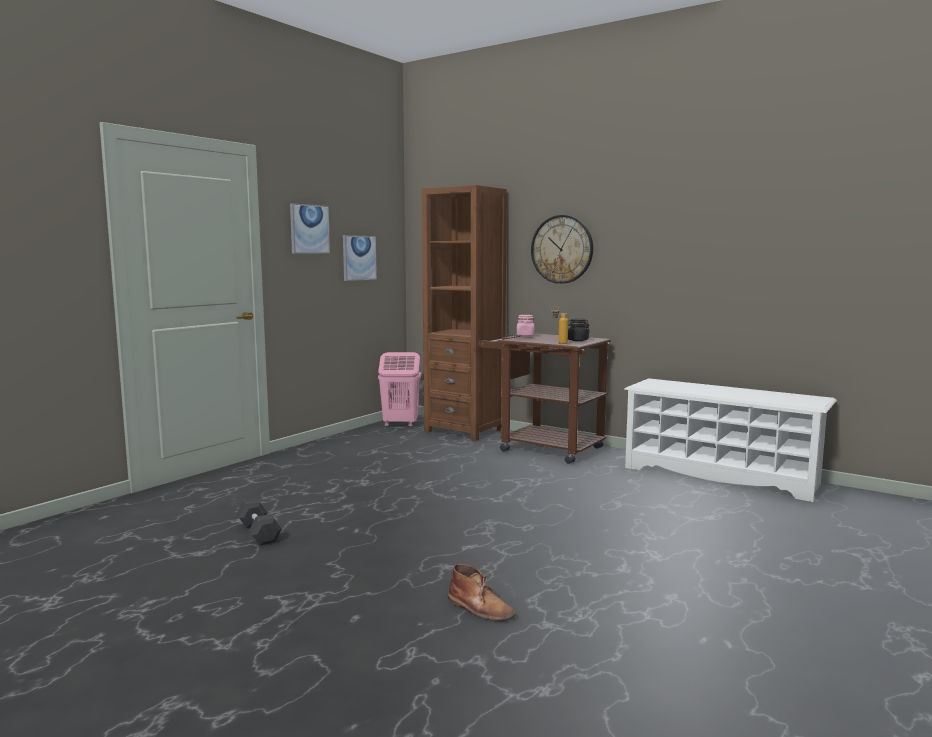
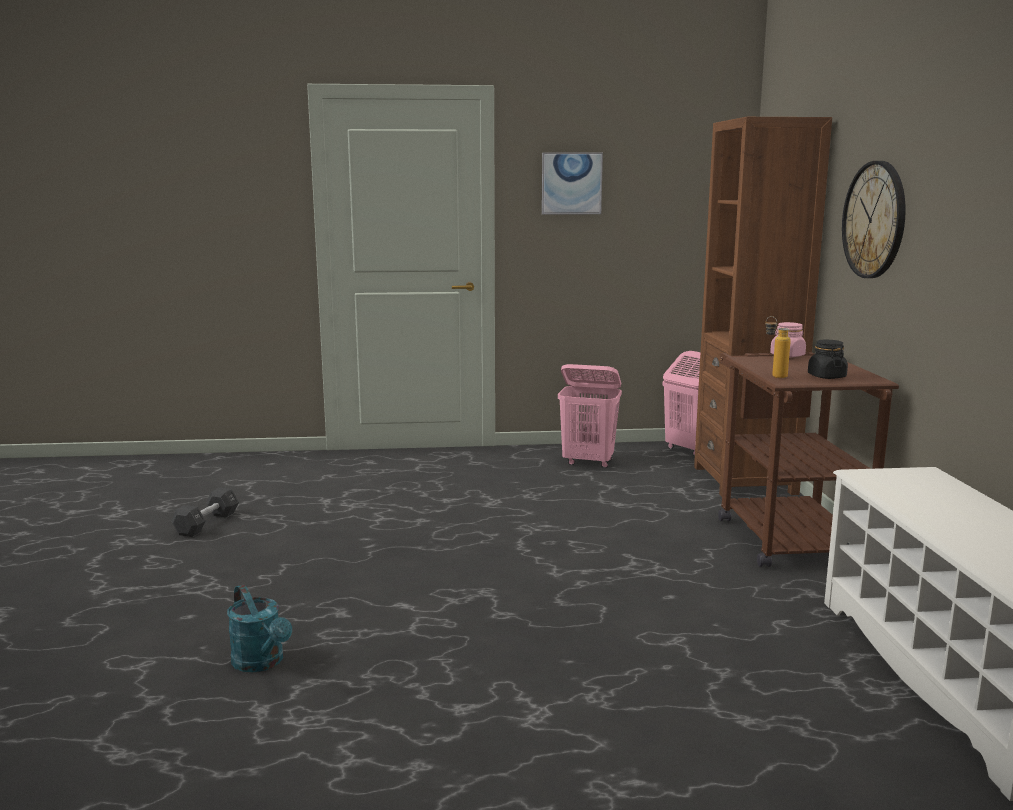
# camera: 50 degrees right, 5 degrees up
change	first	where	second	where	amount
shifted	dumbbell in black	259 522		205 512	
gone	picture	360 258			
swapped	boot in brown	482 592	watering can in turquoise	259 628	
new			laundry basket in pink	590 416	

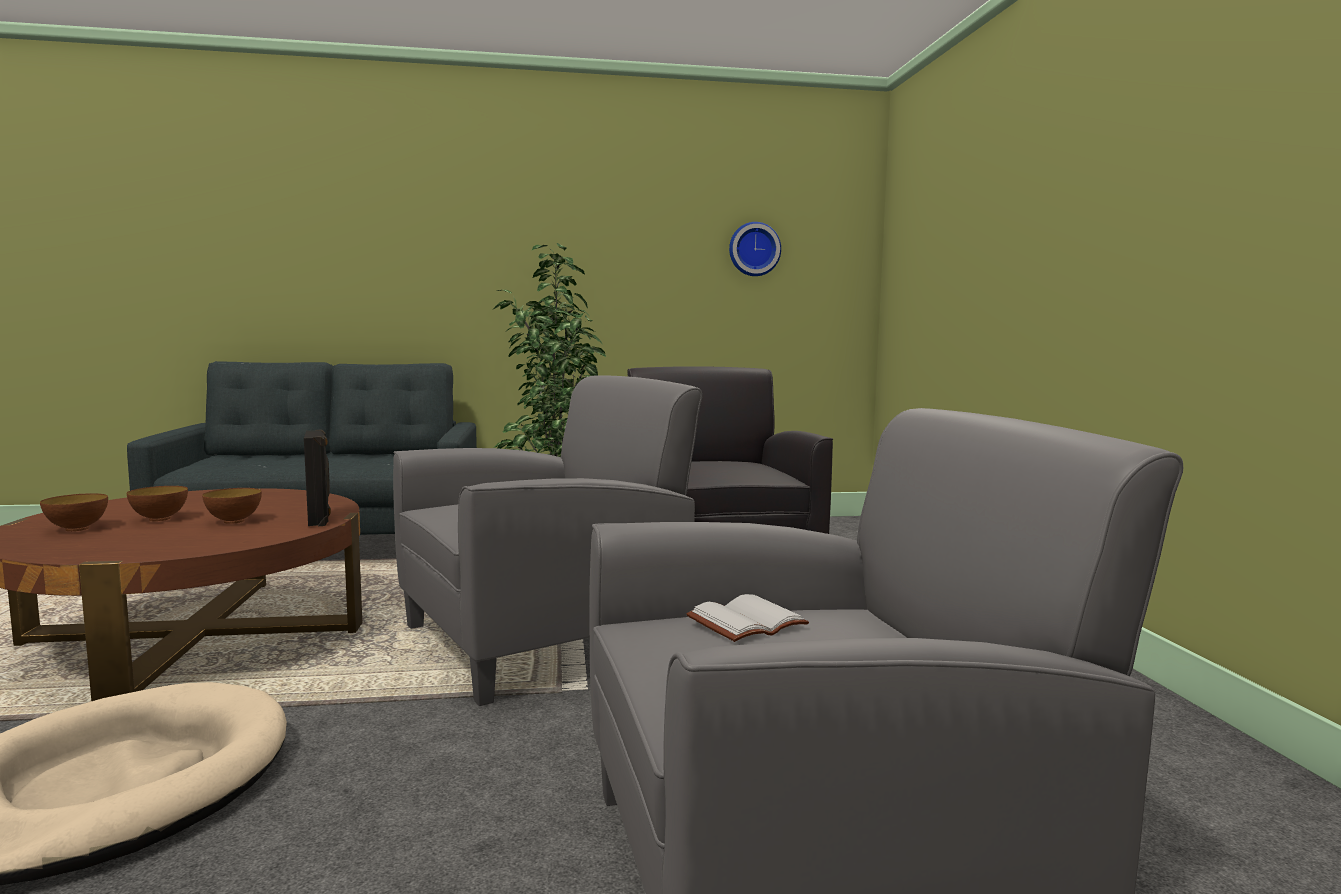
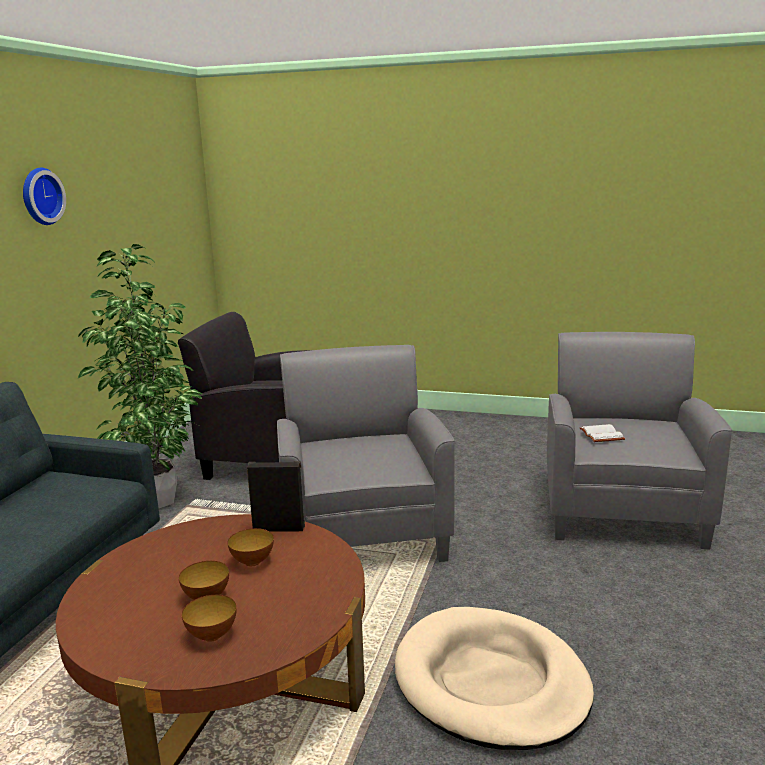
# camera: 65 degrees left, 10 degrees up
change	first	where	second	where	amount
shifted	wall clock	755 249		44 196	

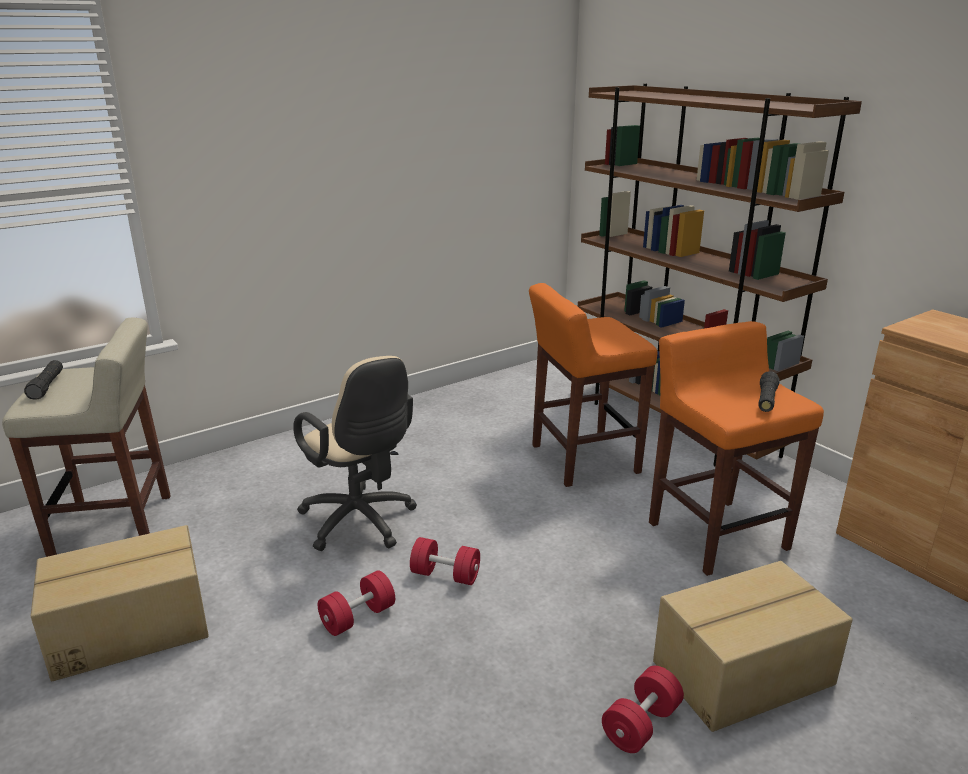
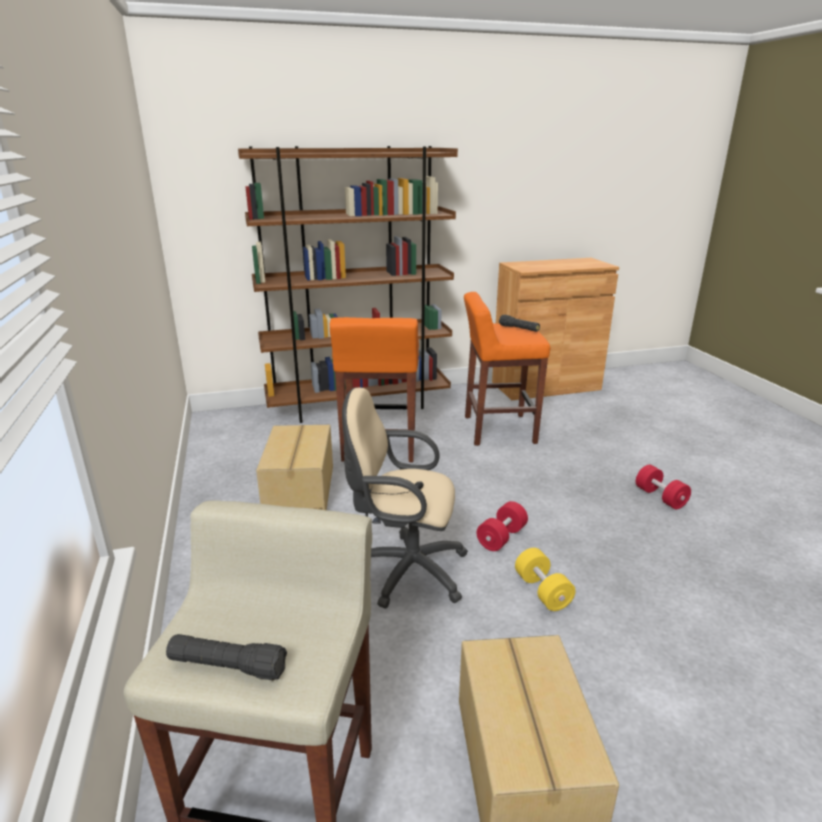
# camera: 70 degrees left, 0 degrees up
change	first	where	second	where	amount
rotated	office chair in beige	355 453		405 498	150 degrees counterclockwise
repainted	dumbbell in red	356 603	dumbbell in yellow	545 579	
shifted	cardboard box	752 646		294 467	

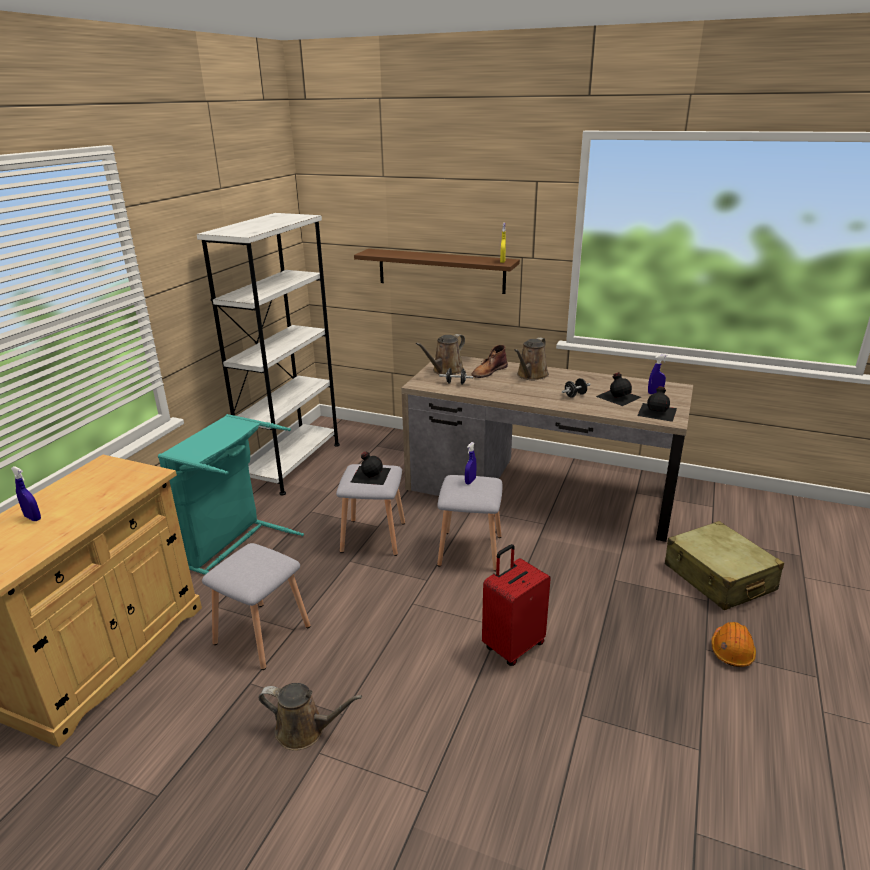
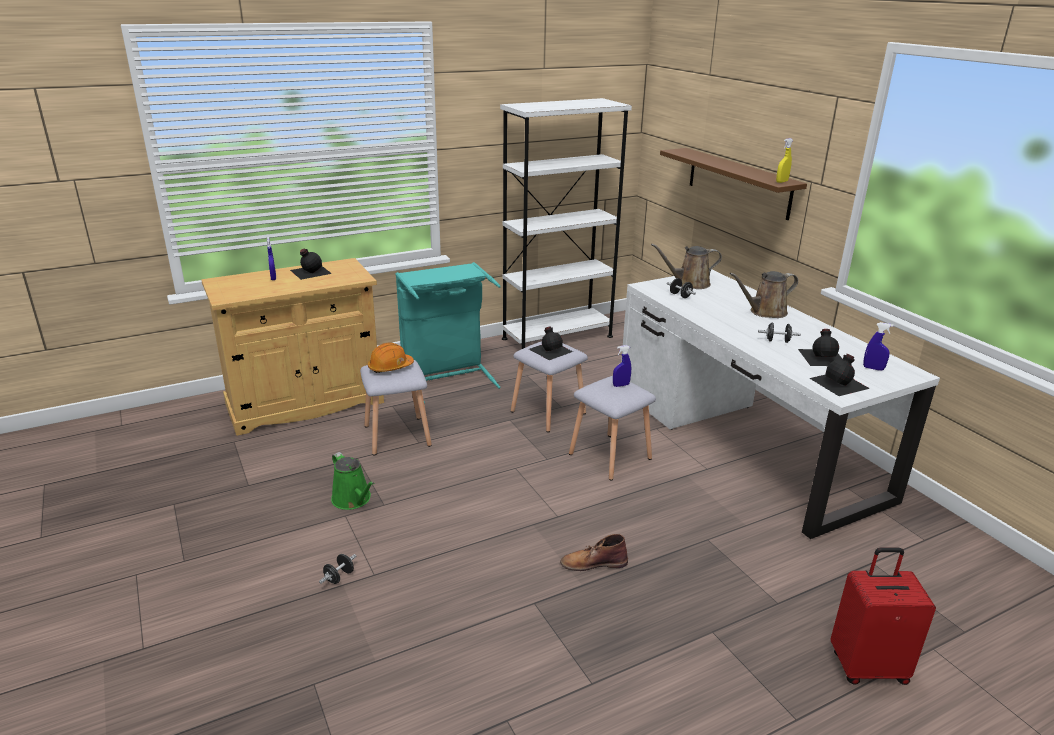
# camera: 40 degrees right, 0 degrees up
change	first	where	second	where	amount
repainted	watering can in brown	310 717	watering can in green	353 481	
repainted	desk in brown	547 449	desk in white	780 404	
shifted	boot in brown	489 361		594 552	
shifted	suitcase in red	516 605		883 616	
gone	suitcase in beige	724 565			
shifted	hard hat in orange	733 644		391 358	
new			bottle in black	311 264	
new			dumbbell in black	337 569	

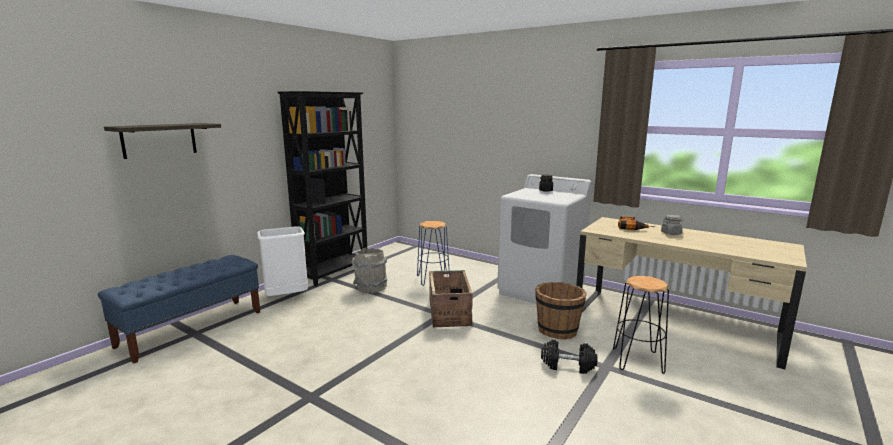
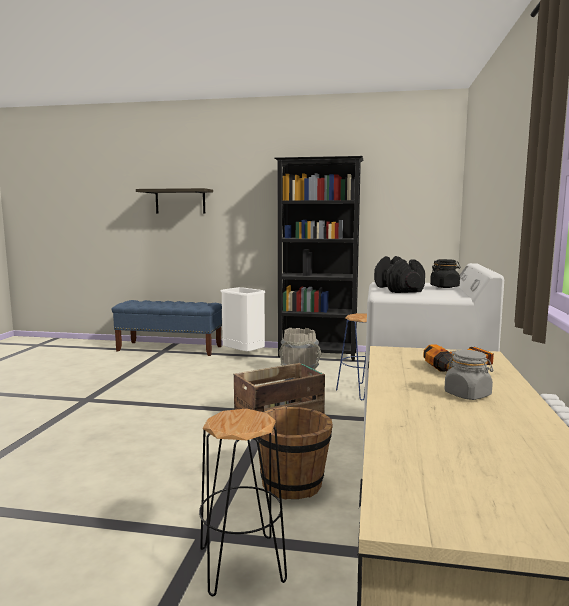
# camera: 65 degrees right, 5 degrees down
change	first	where	second	where	amount
shifted	dumbbell in black	569 356		399 274	

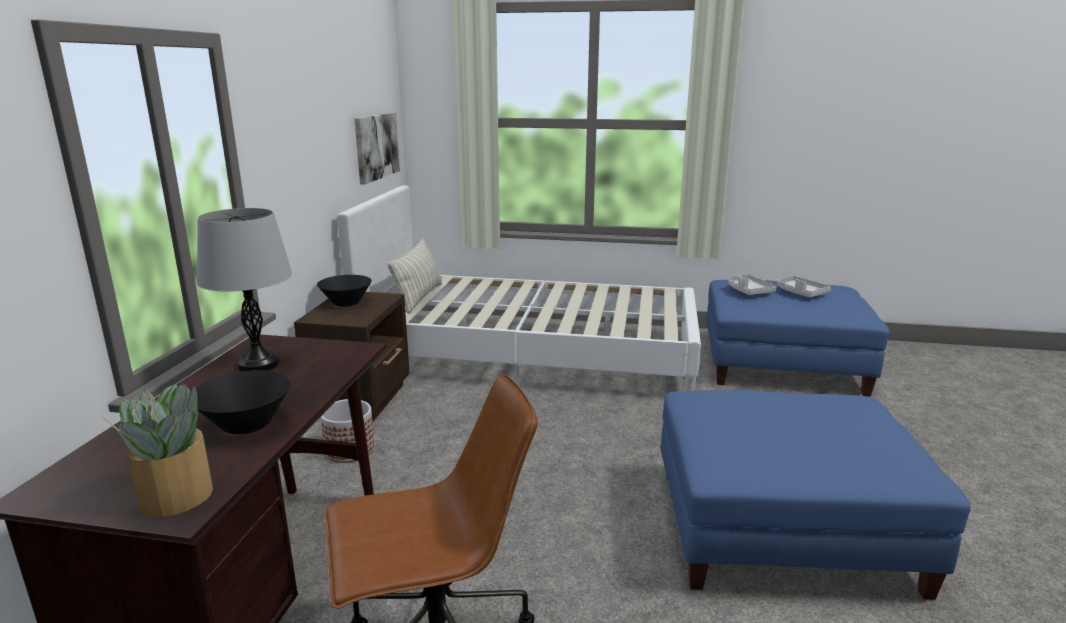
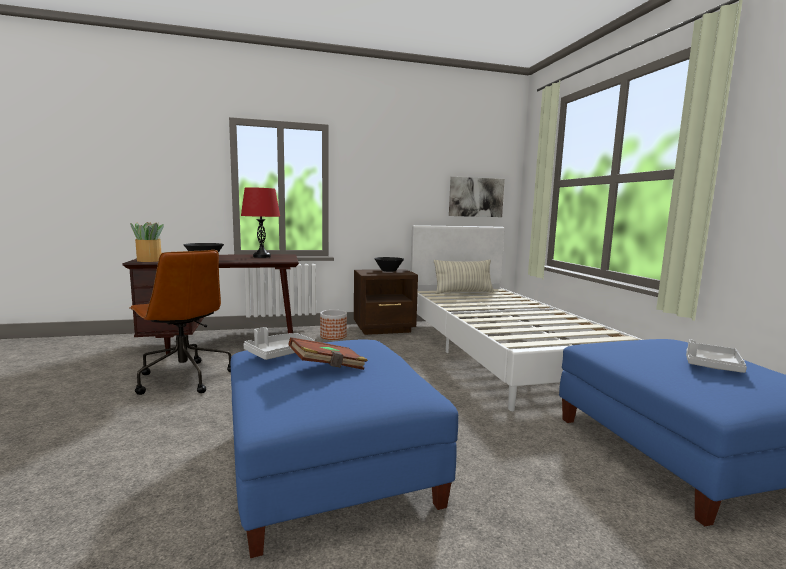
# camera: 65 degrees right, 10 degrees down
change	first	where	second	where	amount
repainted	table lamp in grey	244 289	table lamp in red	260 222	
shifted	tray in grey	752 284		279 343	
new			book in brown	328 353	

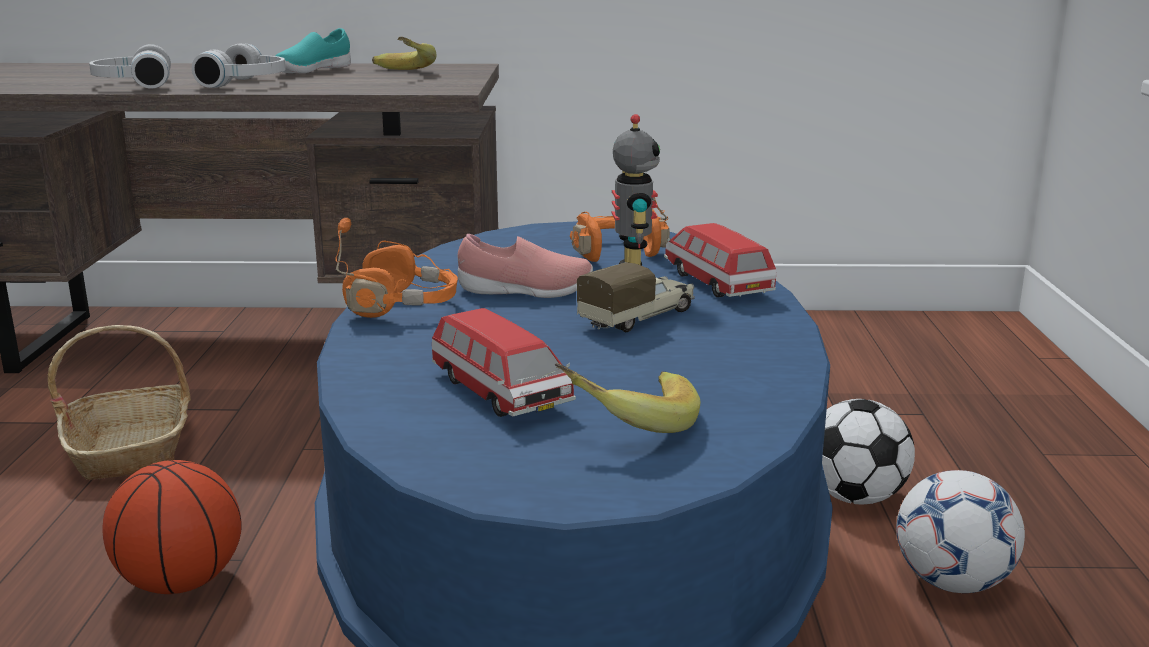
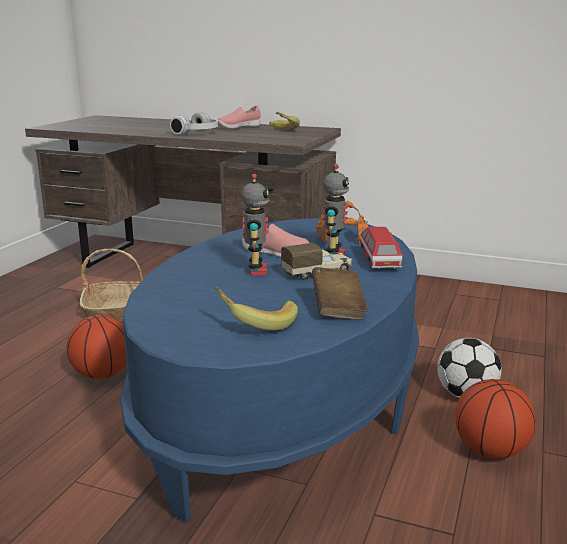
# camera: 20 degrees right, 0 degrees up
change	first	where	second	where	amount
gone	headphones in white	130 66			
repainted	shoe in turquoise	313 50	shoe in pink	239 117	
gone	headphones in orange	397 268			
gone	toy car	504 362			
swapped	football	960 531	basketball	495 419	
new			toy robot	255 224	
new			book in brown	339 293	

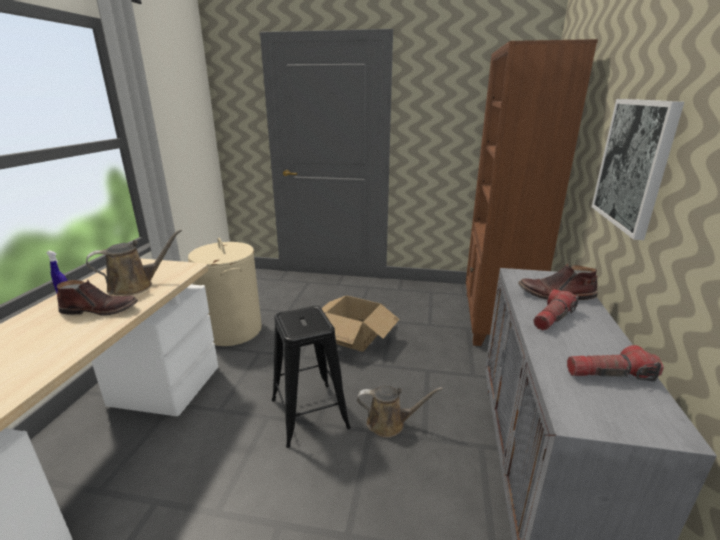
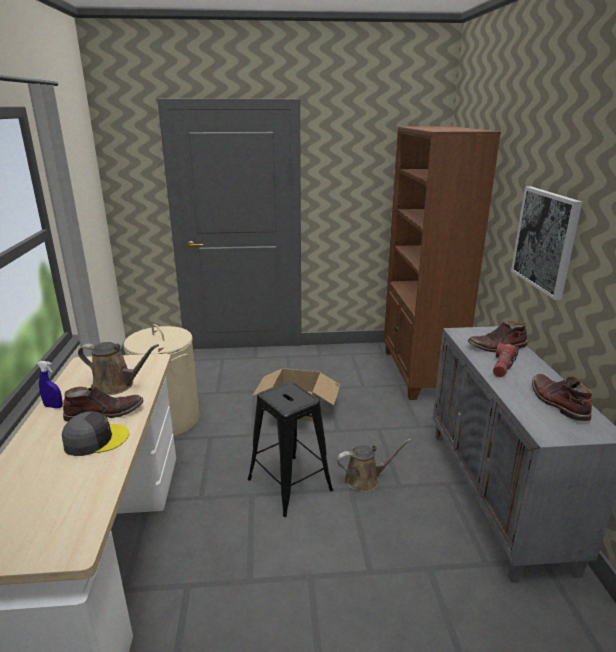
# camera: 15 degrees left, 0 degrees up
change	first	where	second	where	amount
rotated	watering can in brown	134 262		118 368	60 degrees clockwise
swapped	flashlight	615 363	boot in brown	562 397	
new			cap in grey	95 433	

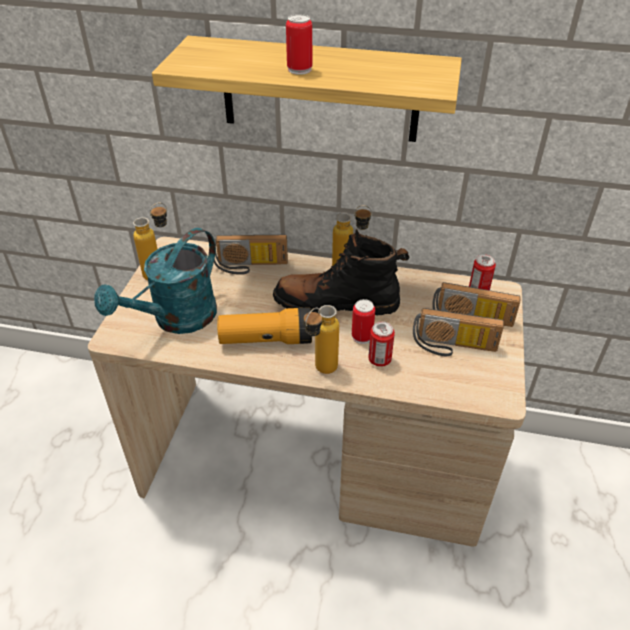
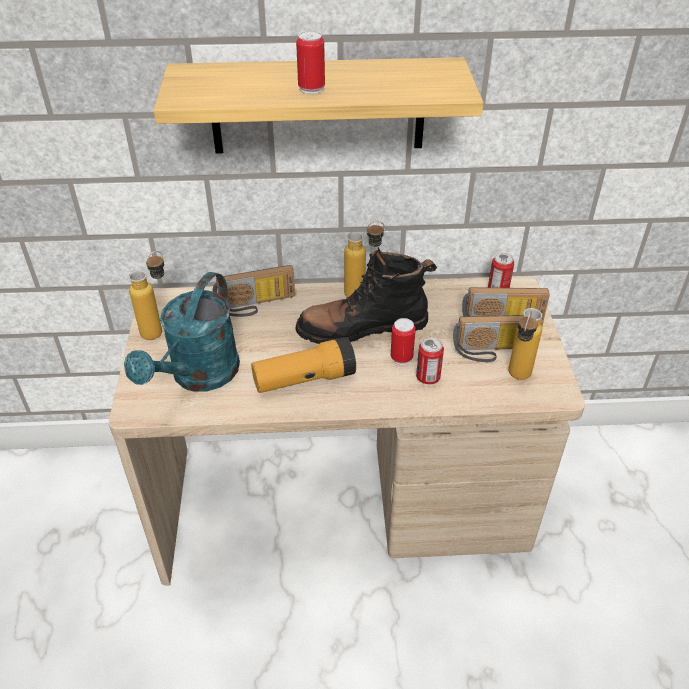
# camera: 15 degrees left, 0 degrees up
change	first	where	second	where	amount
shifted	bottle	321 339		525 344	

